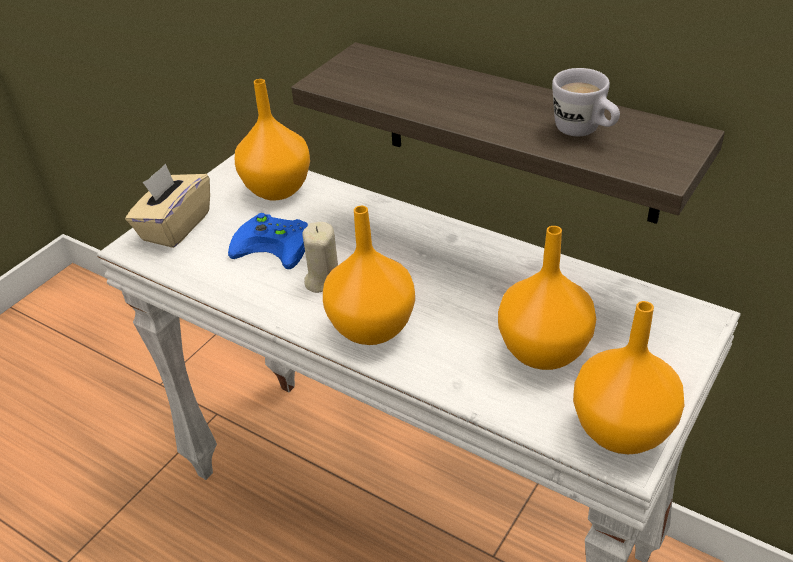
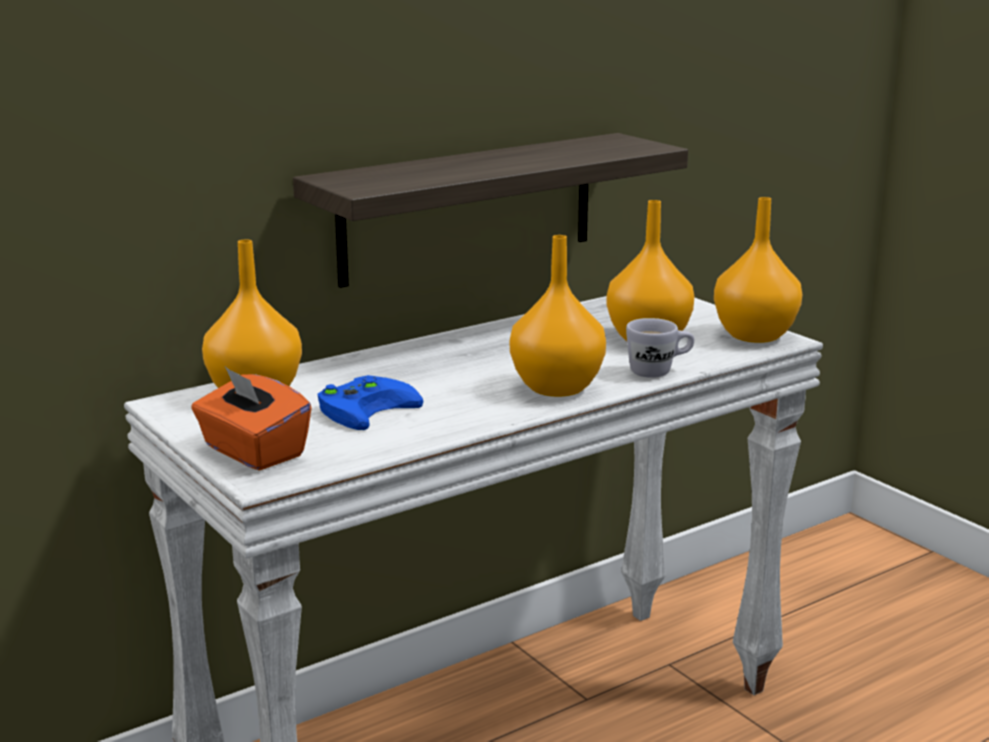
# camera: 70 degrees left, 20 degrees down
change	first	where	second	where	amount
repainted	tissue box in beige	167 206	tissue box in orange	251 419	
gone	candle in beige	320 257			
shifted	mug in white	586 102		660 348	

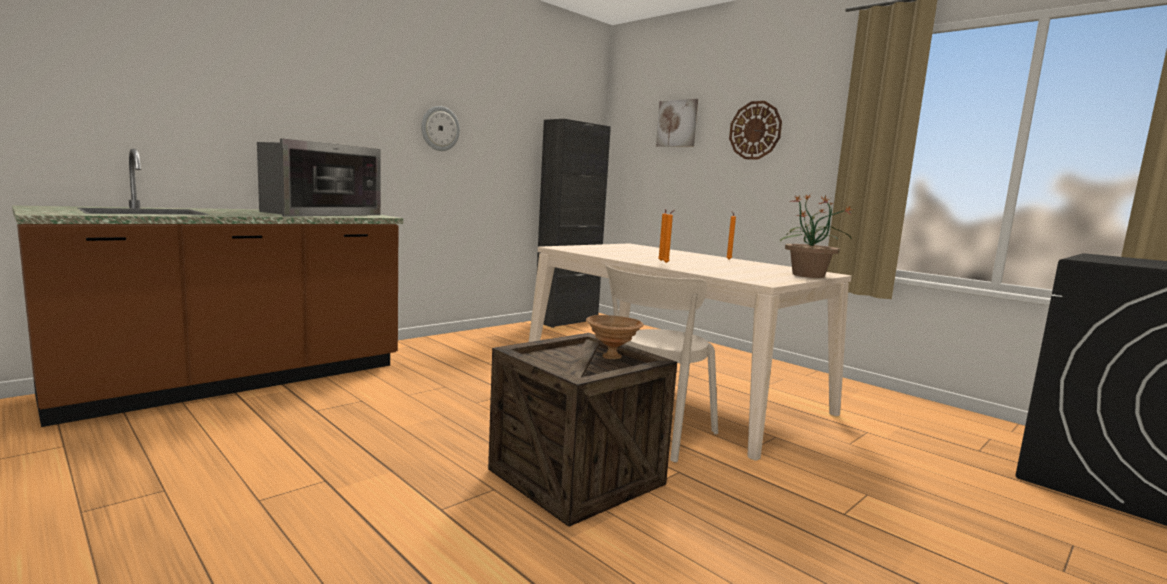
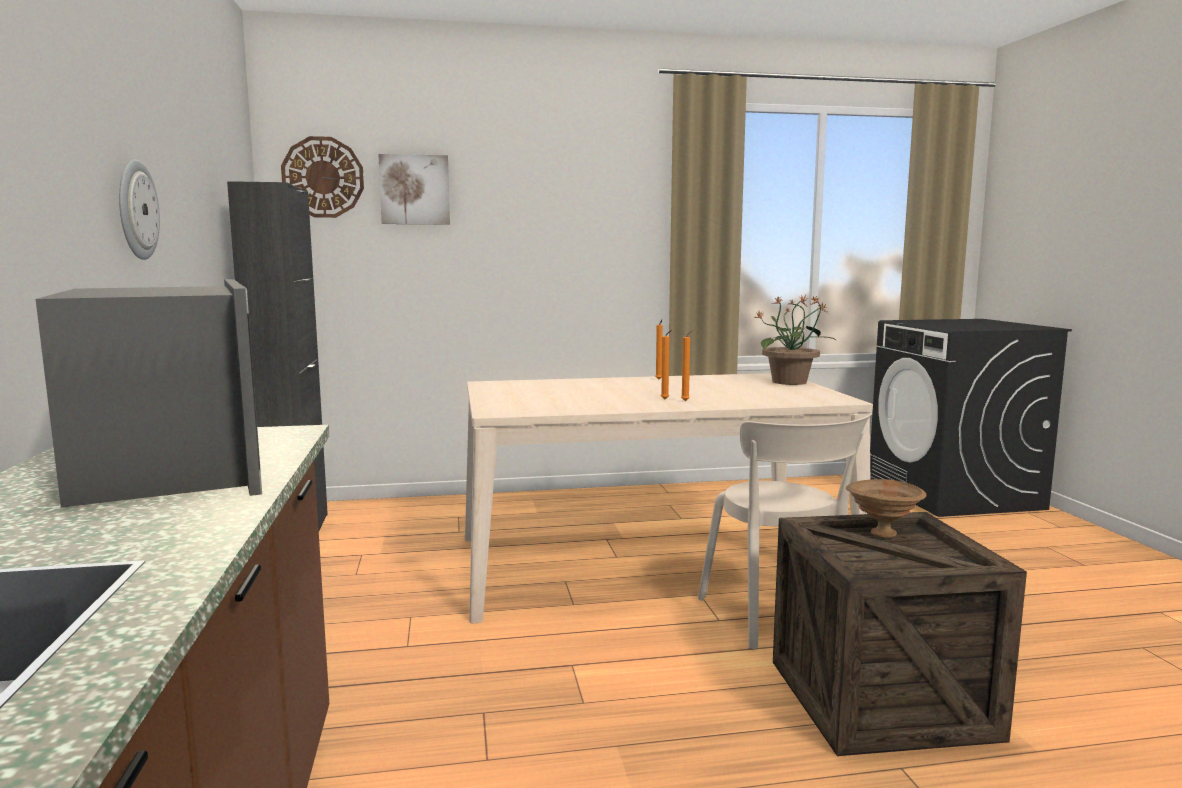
# camera: 55 degrees left, 0 degrees up
change	first	where	second	where	amount
shifted	wall clock	755 130		322 177	

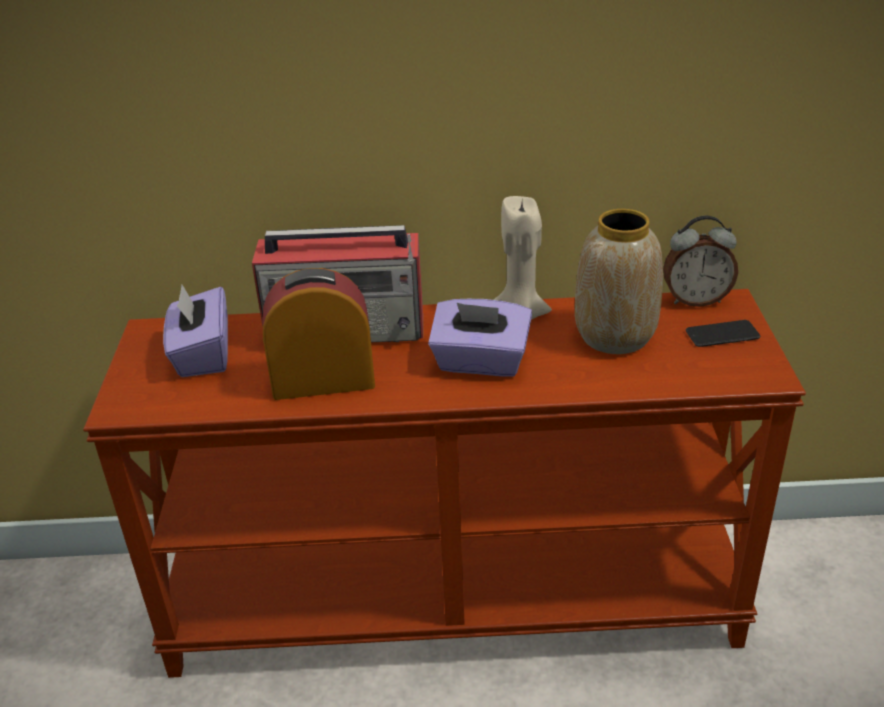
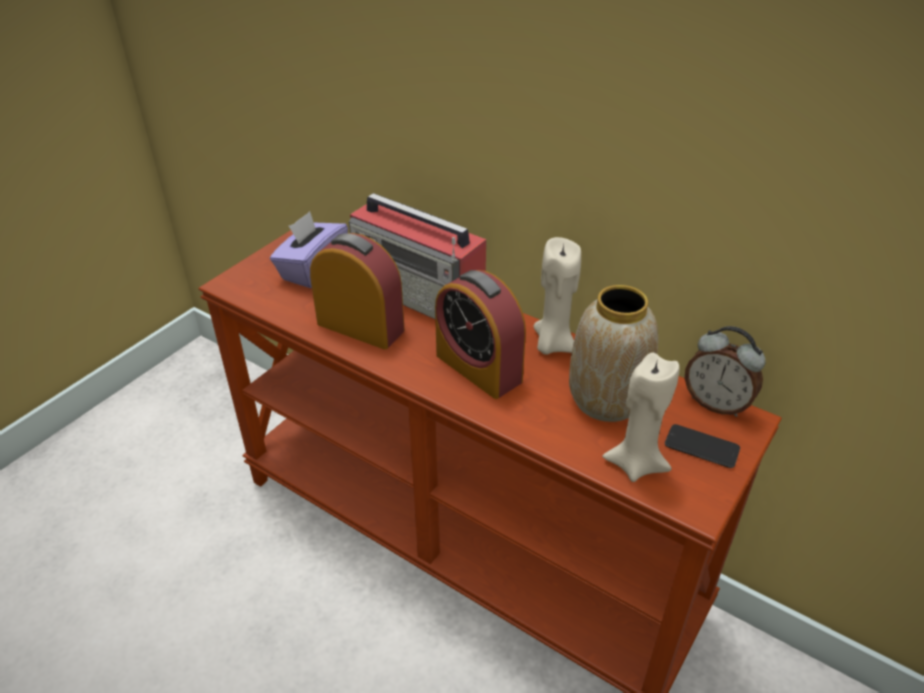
# camera: 35 degrees right, 5 degrees up
change	first	where	second	where	amount
swapped	tissue box in purple	480 338	alarm clock	480 334	
new			candle in beige	641 417	

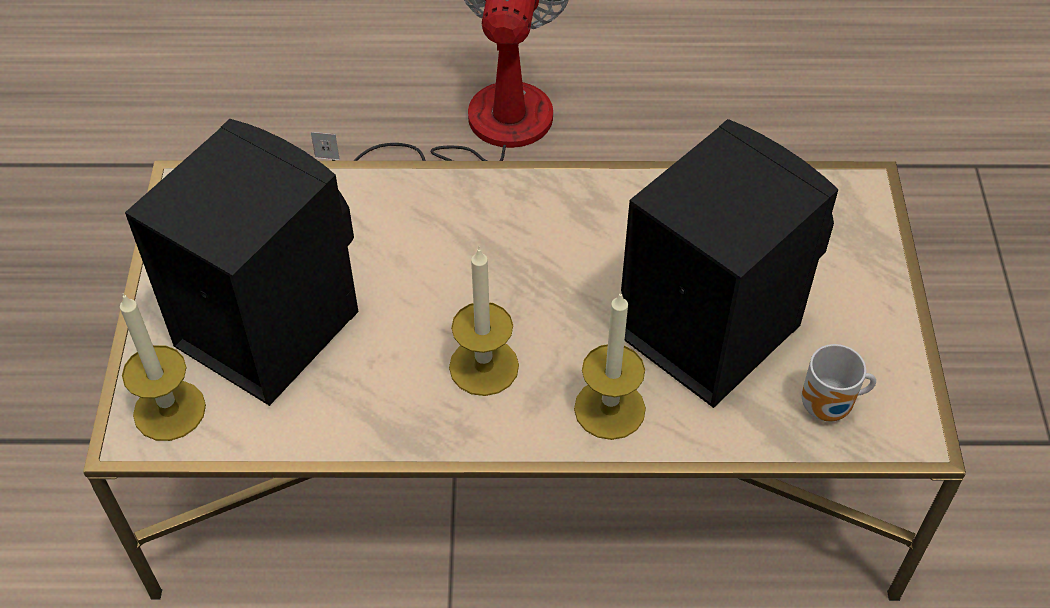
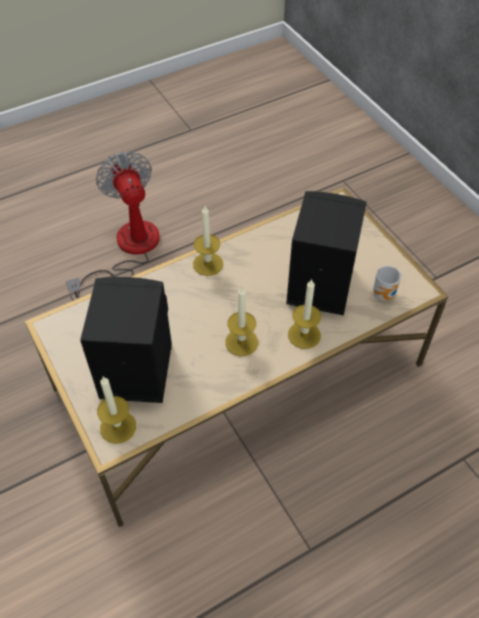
# camera: 30 degrees left, 0 degrees up
change	first	where	second	where	amount
new			candle	208 241	

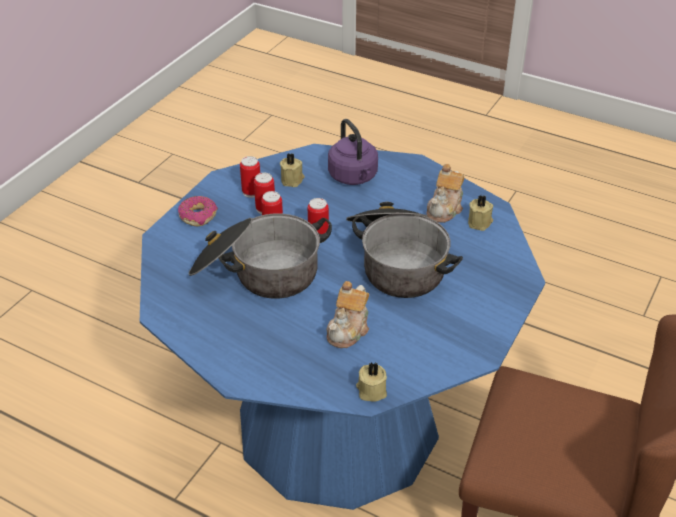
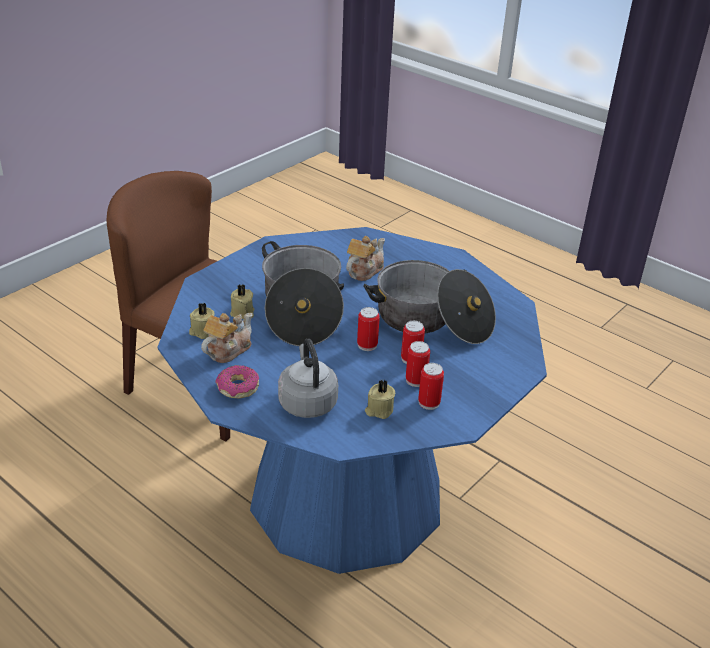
# camera: 170 degrees left, 5 degrees down
change	first	where	second	where	amount
shifted	donut	198 211		237 382	
repainted	kettle in purple	353 152	kettle in grey	308 378	
shifted	candle in beige	371 382		242 301	

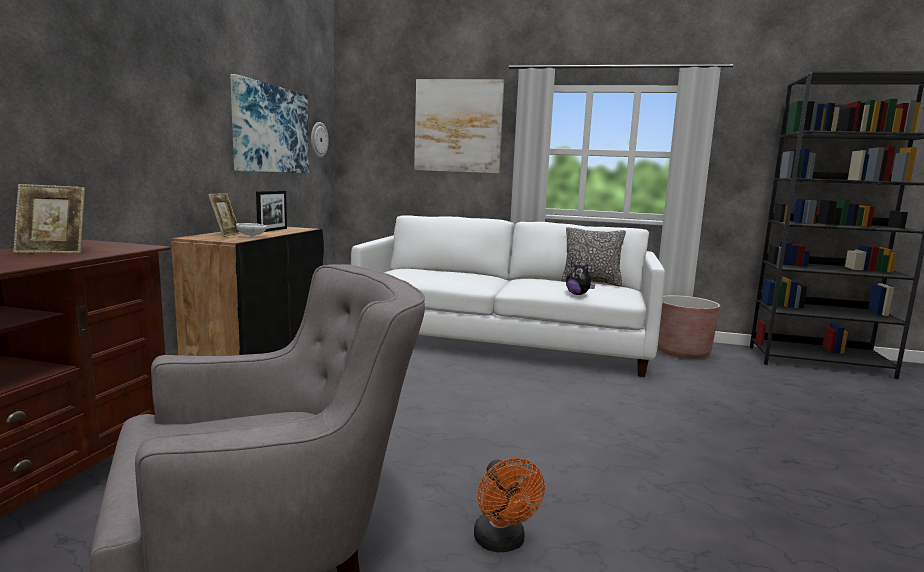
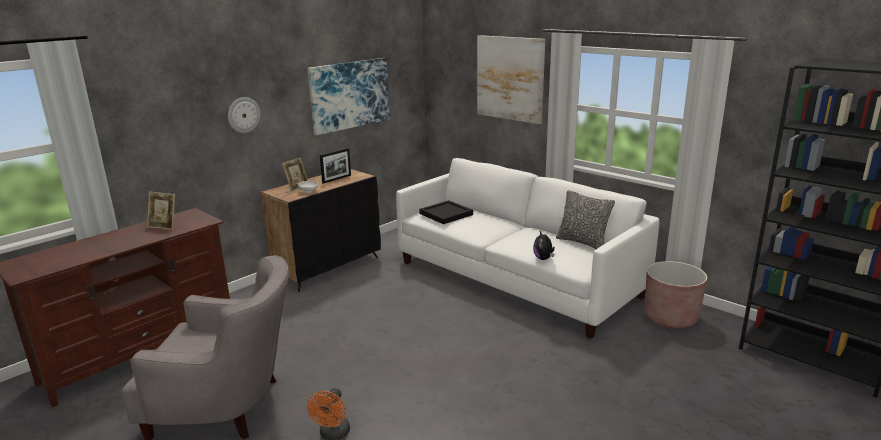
# camera: 30 degrees right, 10 degrees up
change	first	where	second	where	amount
shifted	wall clock	320 140		244 115	
new			tray in black	446 212	

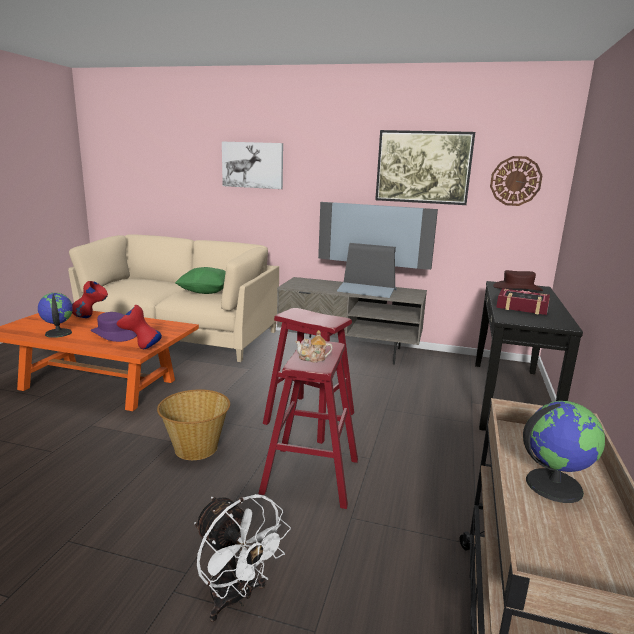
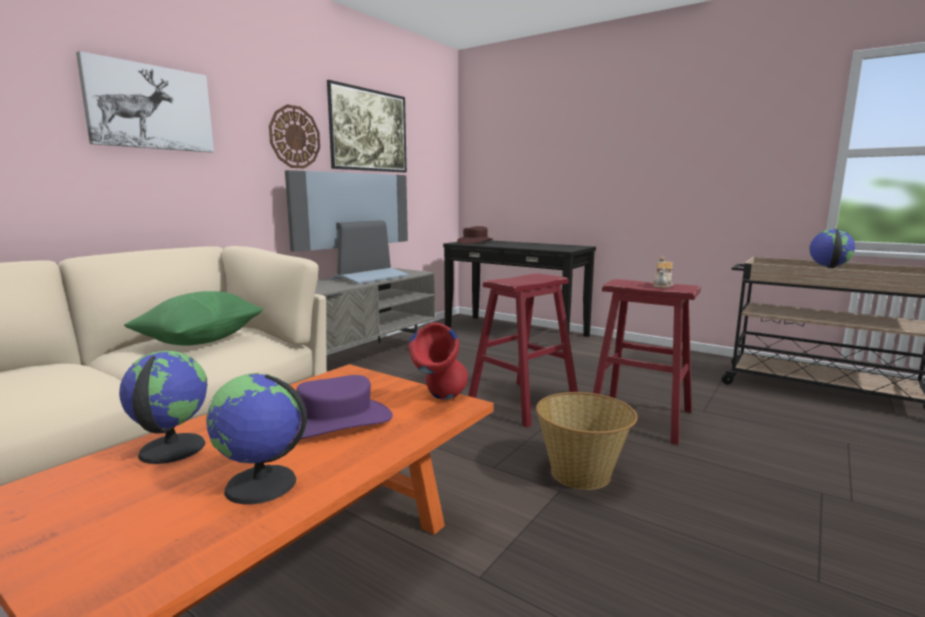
# camera: 70 degrees left, 5 degrees down
change	first	where	second	where	amount
swapped	vase in red	90 299	globe	163 407	
gone	fan in white	242 558			
shifted	wall clock	516 181		294 137	
gone	book	523 301			

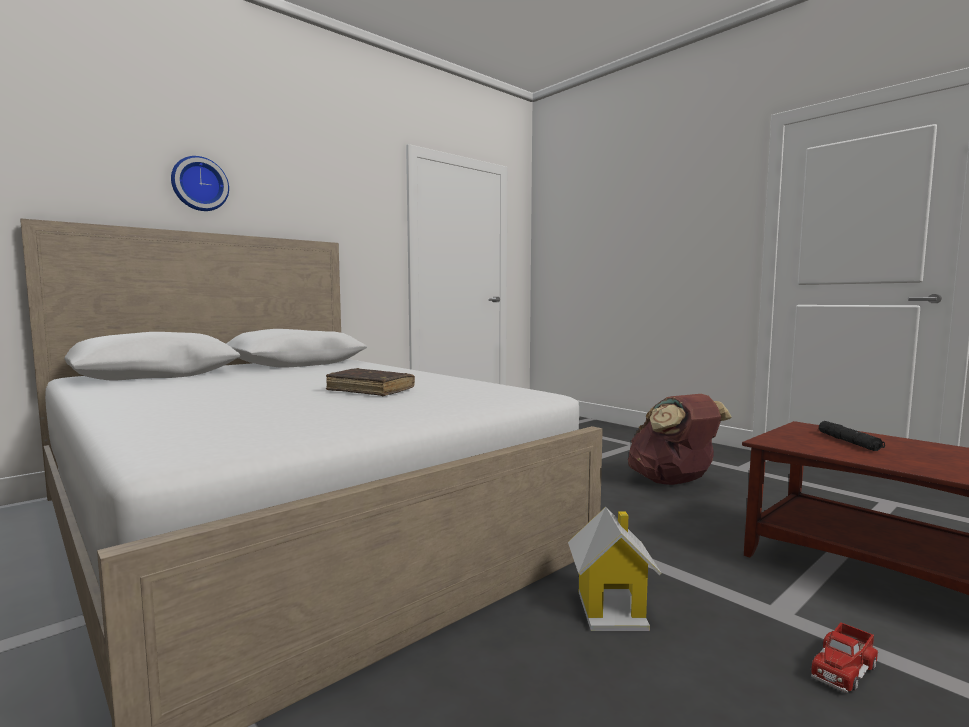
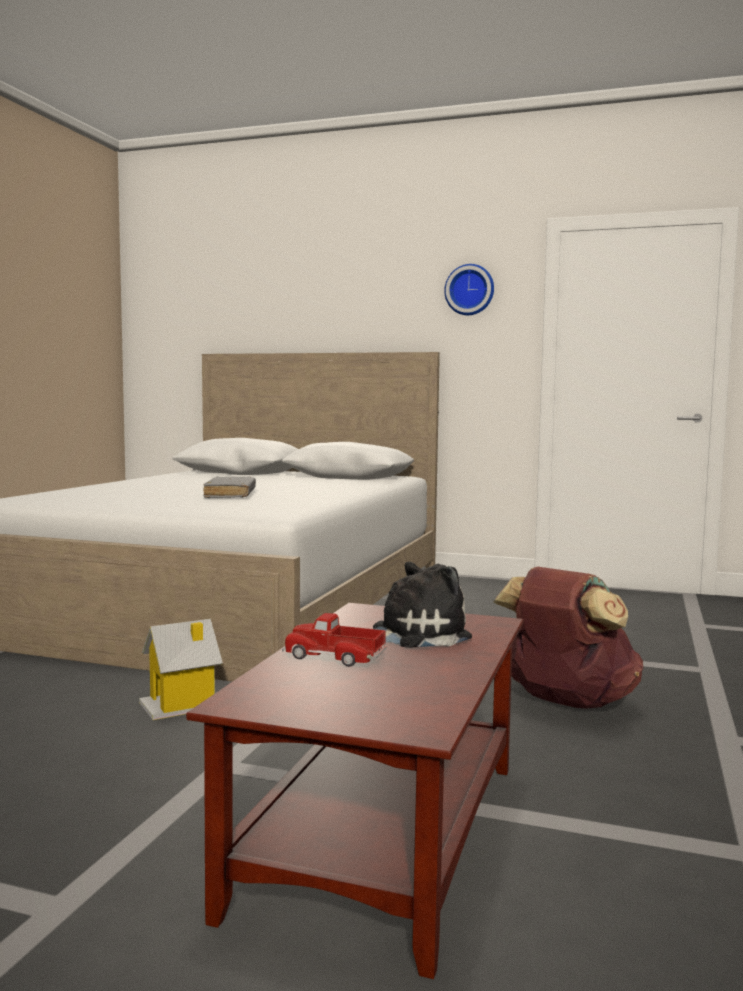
# camera: 60 degrees right, 0 degrees up
change	first	where	second	where	amount
shifted	wall clock	200 183		469 289	
repainted	book in brown	370 382	book in grey	229 487	
shifted	toy truck	844 657		334 640	
swapped	flashlight in black	852 436	plush toy	422 605	

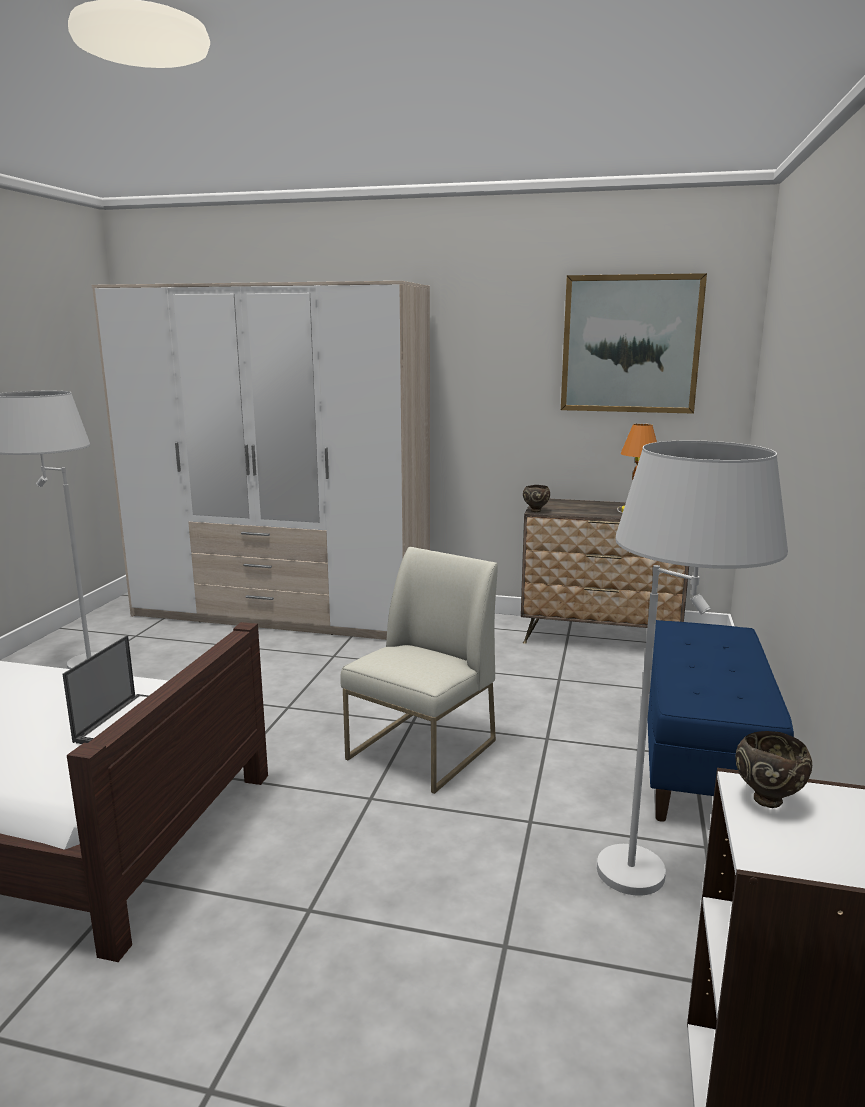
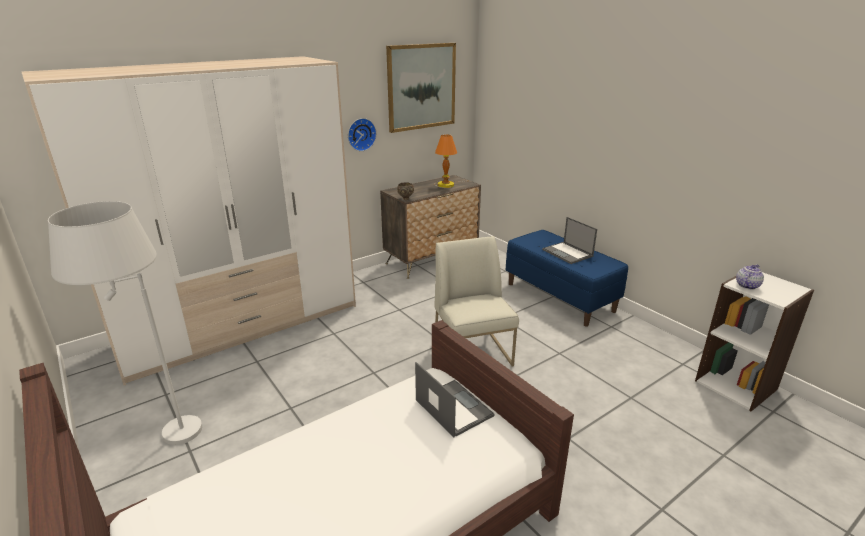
# camera: 50 degrees left, 10 degrees up
change	first	where	second	where	amount
gone	floor lamp in white	692 668			
swapped	bowl in brown	773 769	teapot	750 277	
new			wall clock	362 134	
new			laptop	569 240	

